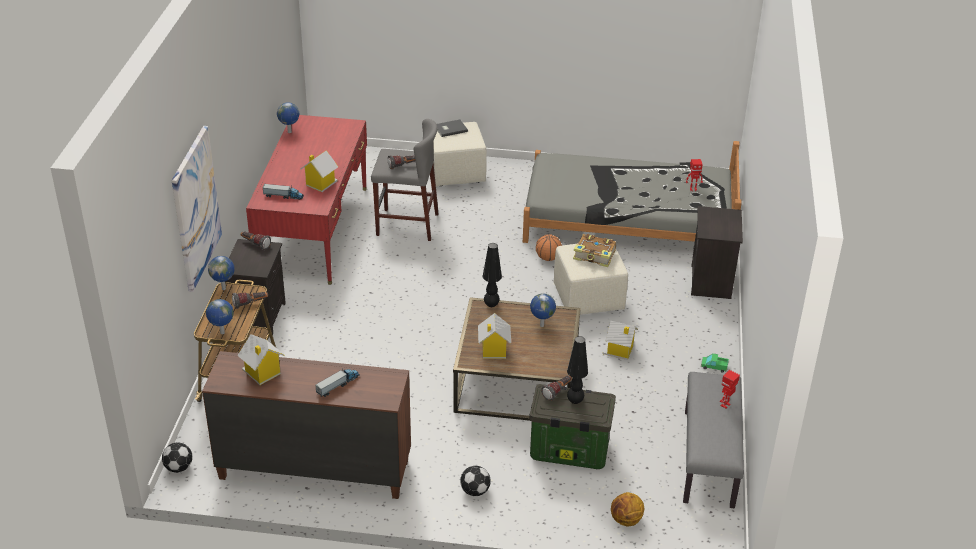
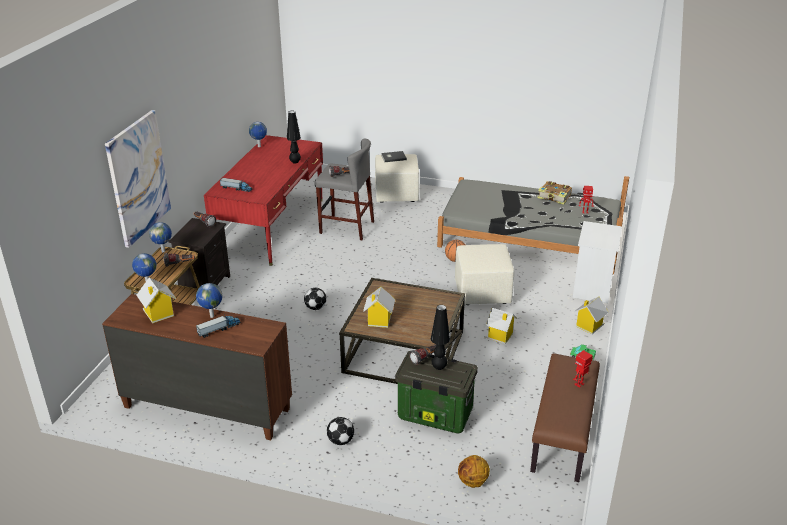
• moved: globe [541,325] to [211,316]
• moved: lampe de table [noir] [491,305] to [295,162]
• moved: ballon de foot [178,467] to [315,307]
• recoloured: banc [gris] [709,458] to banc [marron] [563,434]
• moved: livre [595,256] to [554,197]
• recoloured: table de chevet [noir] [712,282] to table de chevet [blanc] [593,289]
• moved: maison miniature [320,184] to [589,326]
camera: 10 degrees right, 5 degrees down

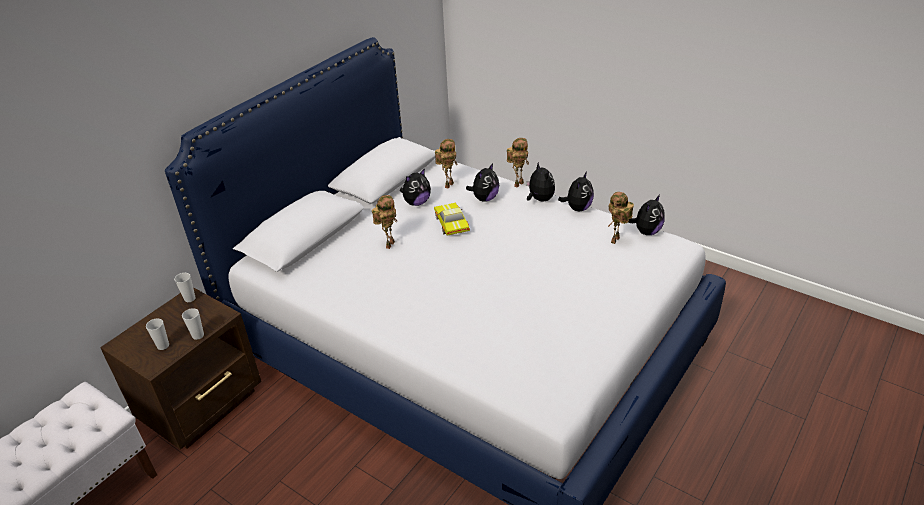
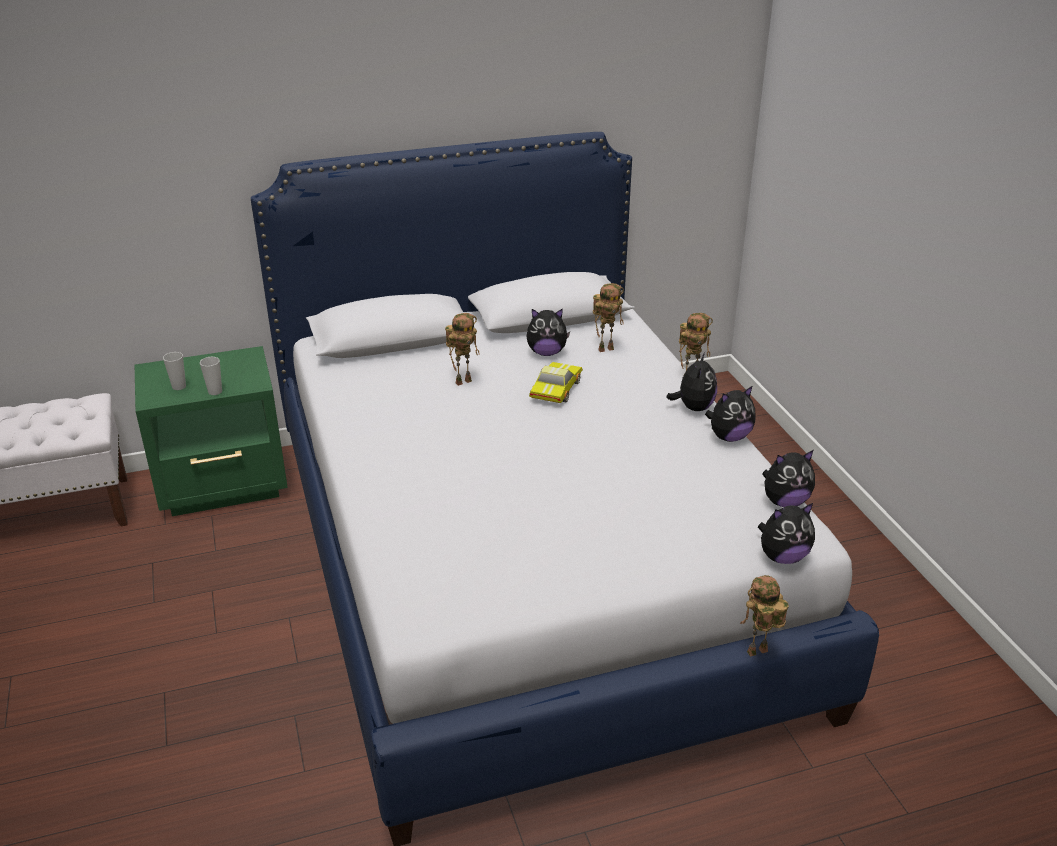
• recoloured: table de chevet [marron] [204,405] to table de chevet [vert] [225,486]
• moved: robot jouet [616,241] to [757,654]
• moved: peluche [484,198] to [782,557]
• removed: tasse [190,299]
camera: 35 degrees right, 5 degrees down

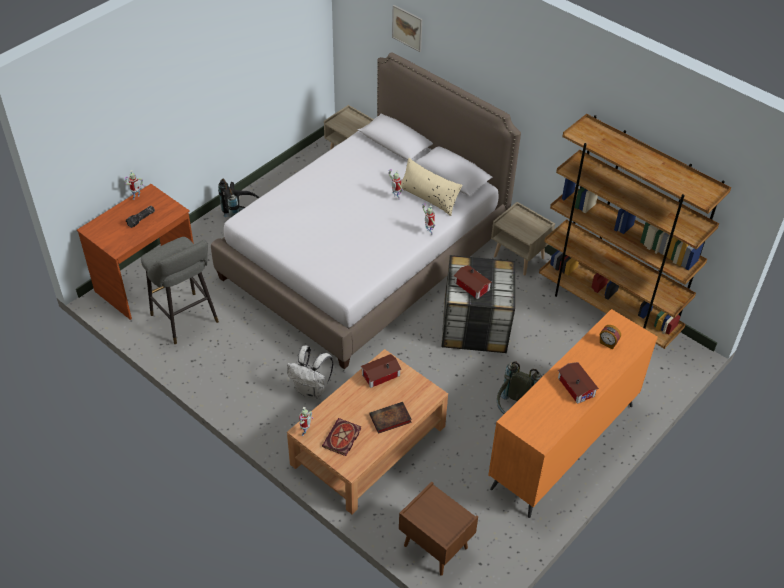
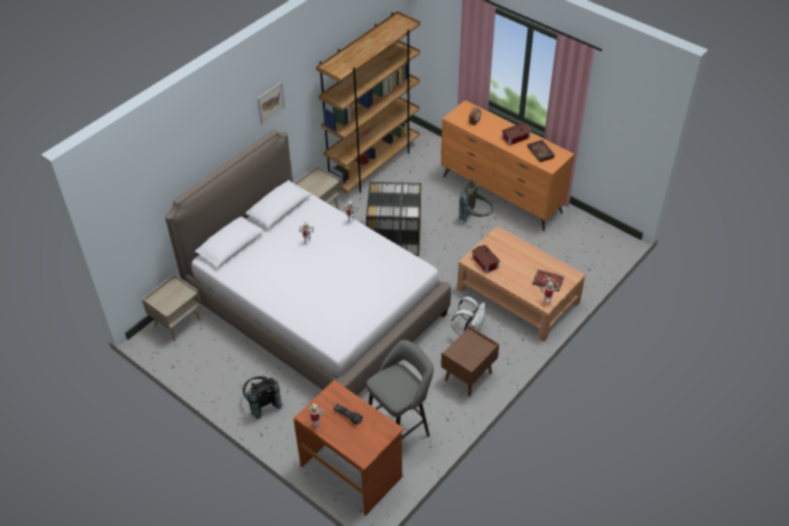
• moved: tableau [407,28] to [270,103]
• moved: table de chevet [marron] [434,547] to [468,377]
• moved: livre [389,419] to [541,153]
• removed: coussin [beige] [429,197]
• removed: maison miniature [472,287]
camera: 90 degrees left, 0 degrees up

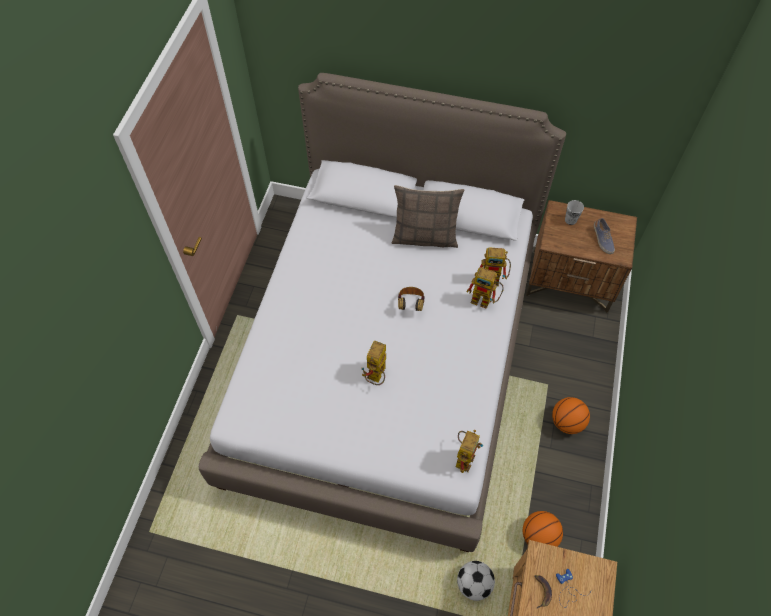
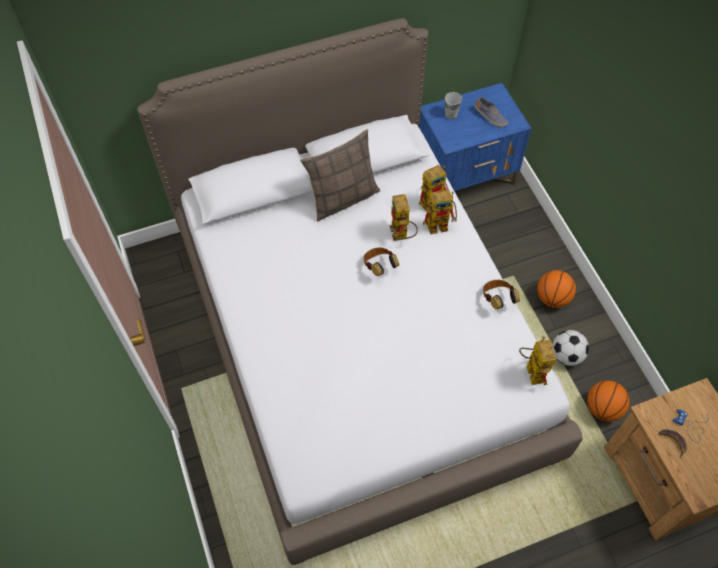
• moved: robot jouet [376,377] to [401,236]
• recoloured: table de chevet [marron] [570,281] to table de chevet [bleu] [464,175]
• added: casque audio [497,299]
• moved: ballon de foot [474,584] to [566,355]
camera: 35 degrees left, 0 degrees up

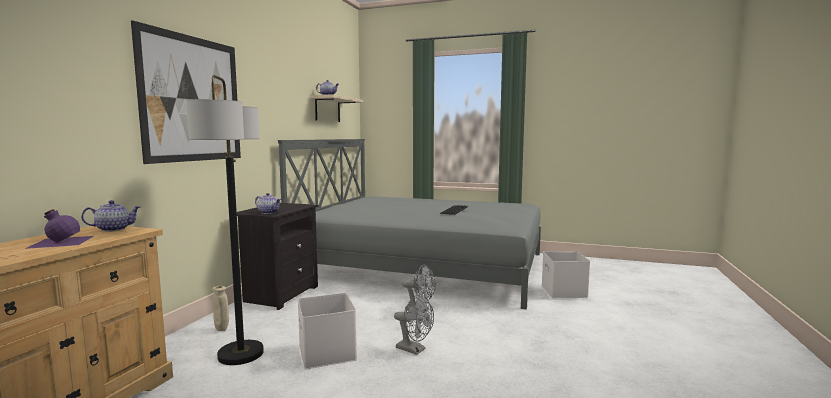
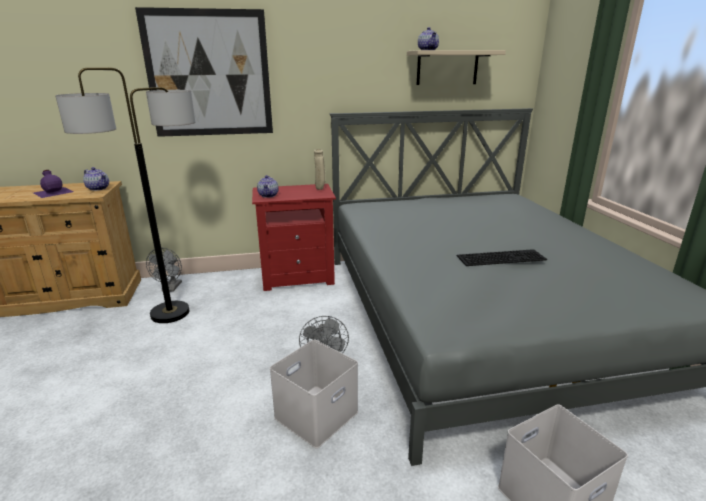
• moved: ventilateur [gris] [414,349] to [170,288]
• recoloured: table de chevet [noir] [280,294] to table de chevet [rouge] [298,277]
• moved: boîte de rangement [blanc] [328,353] to [316,416]
• moved: vase [beige] [222,329] to [320,189]
camera: 60 degrees right, 15 degrees up

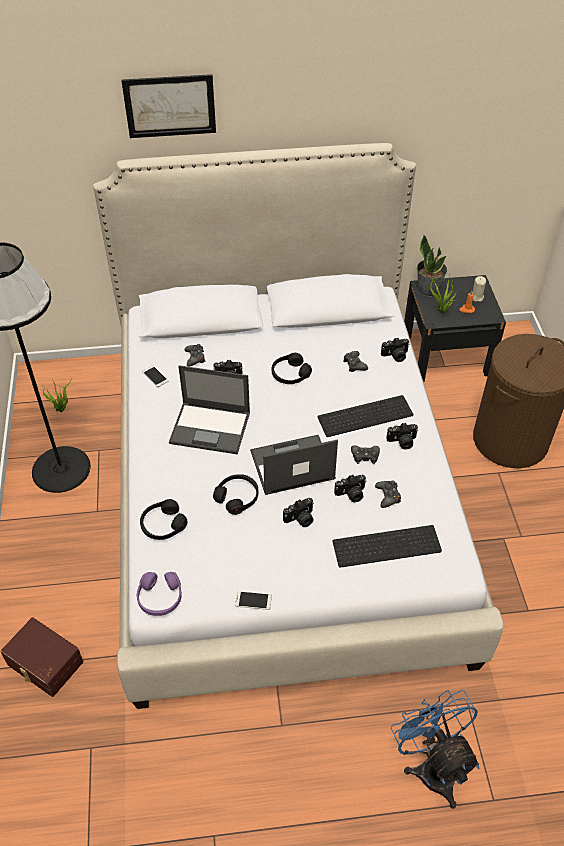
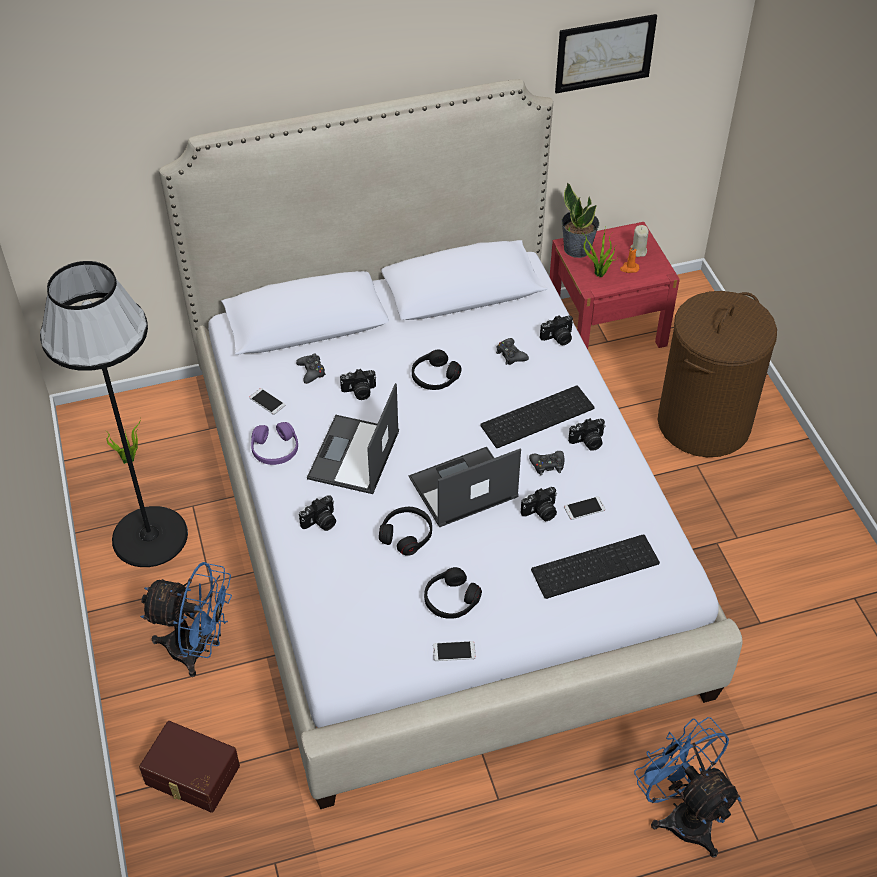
• added: ventilateur [bleu] [197,649]
• moved: casque audio [violet] [160,597] to [275,450]
• moved: appareil photo [300,519] to [321,522]
• turned: ordinateur portable [211,428] = [354,456] 105 degrees clockwise
• moved: casque audio [noir] [163,525] to [451,600]
• recoloured: table de chevet [noir] [446,354] to table de chevet [rouge] [606,326]
• moved: tableau [170,106] to [604,53]
• replaced: manette [noir] [388,496] to téléphone [584,508]
camera: 10 degrees left, 0 degrees up

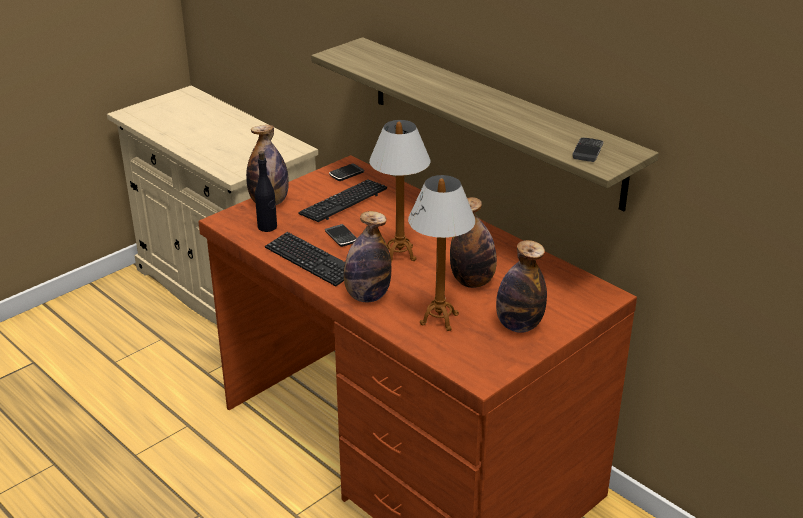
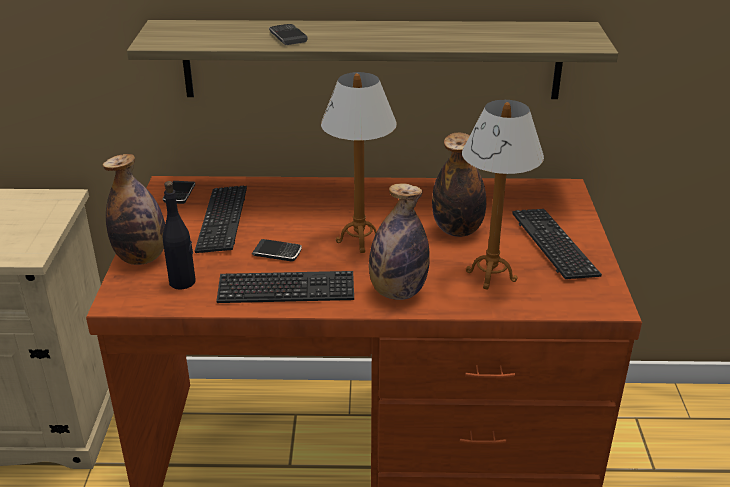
• moved: téléphone [587,152] to [288,37]
• replaced: bouteille [518,325] to clavier [554,245]
camera: 45 degrees left, 0 degrees up

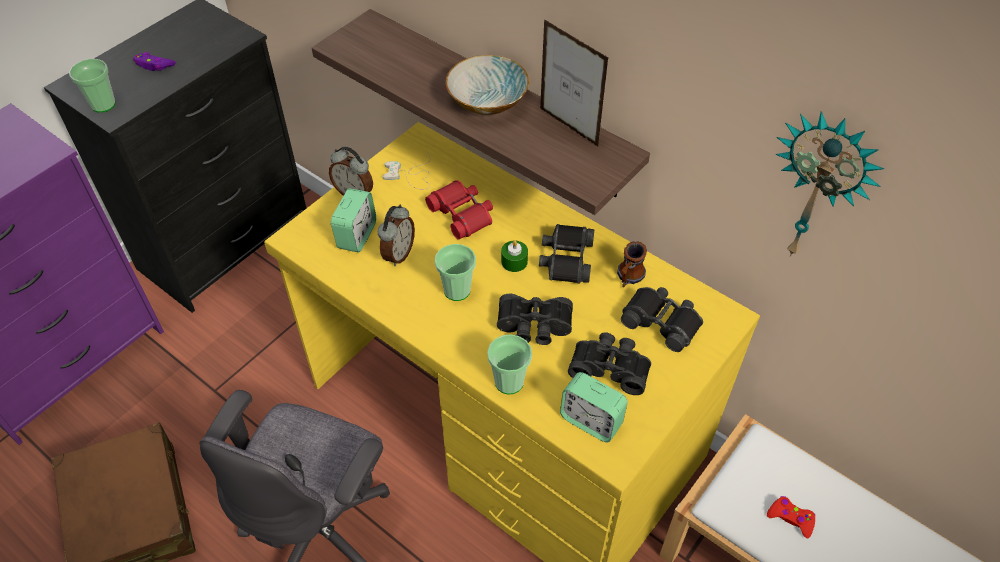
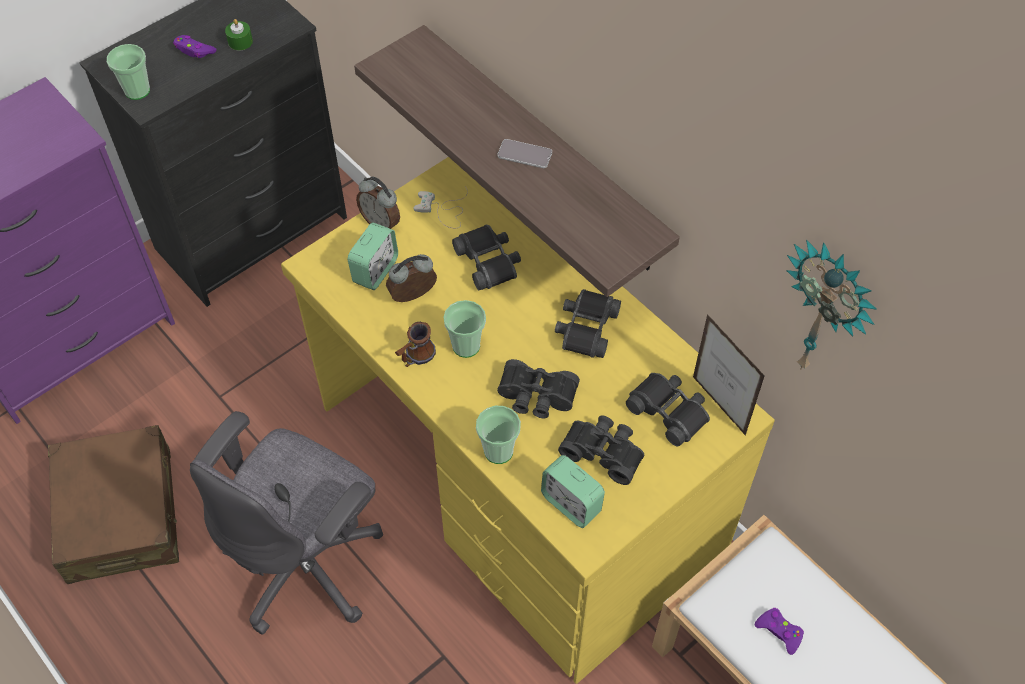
• moved: bougie [vert] [514,261] to [240,41]
• turned: réveil [398,254] = [413,297] 150 degrees counterclockwise
• moved: mug [627,279] to [415,358]
• recoloured: jumelles [rouge] [462,214] to jumelles [noir] [488,262]
• replaced: bol [488,102] to téléphone [524,154]
• moved: cadre photo [568,127] to [718,406]
• recoloured: manette [rouge] [790,518] to manette [violet] [779,631]
camera: 10 degrees right, 5 degrees up

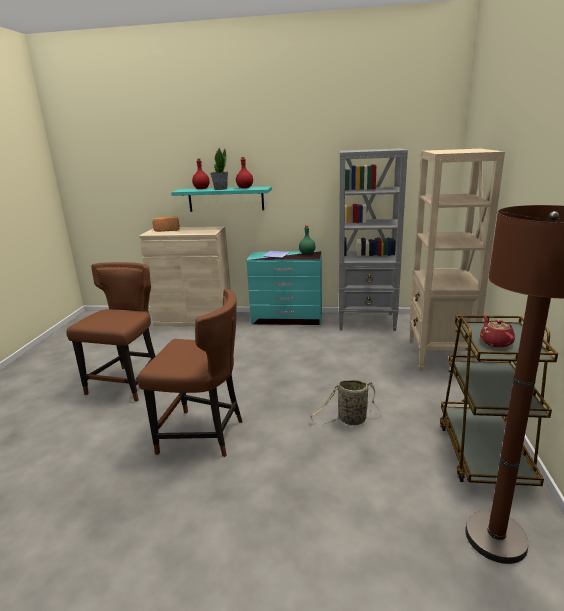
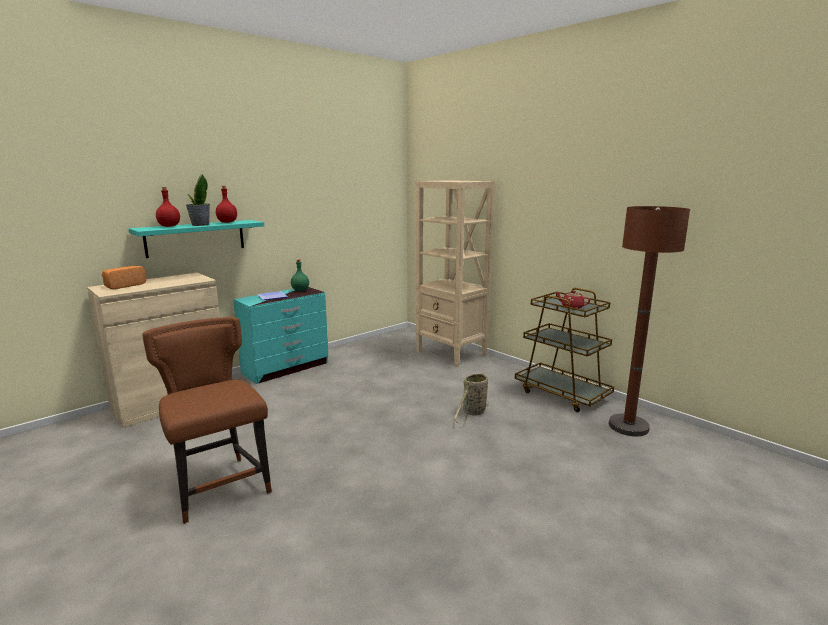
• removed: chaise [marron] [203,435]
• removed: bibliothèque [gris] [367,322]
camera: 50 degrees left, 5 degrees down

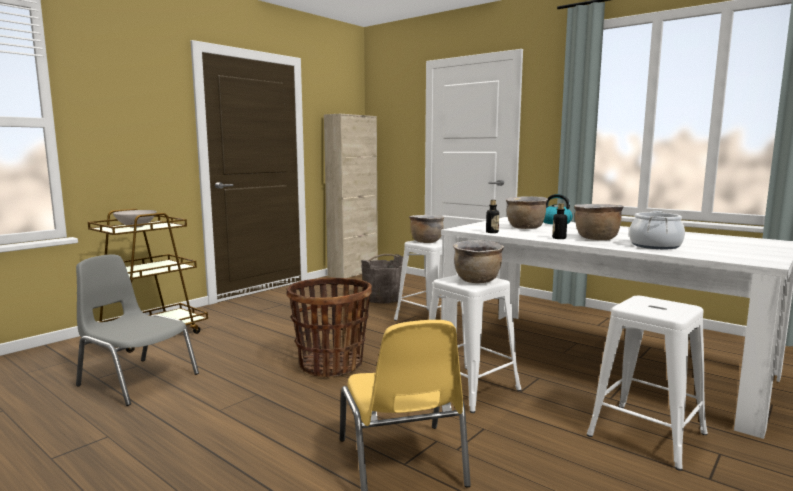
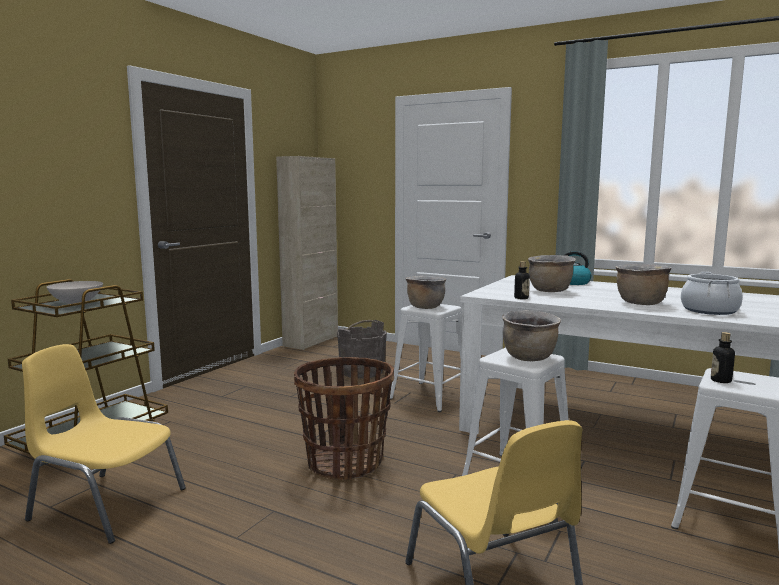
• recoloured: chaise [gris] [137,380] to chaise [jaune] [106,504]
• moved: bouteille [559,238] to [721,380]
camera: 10 degrees left, 0 degrees up

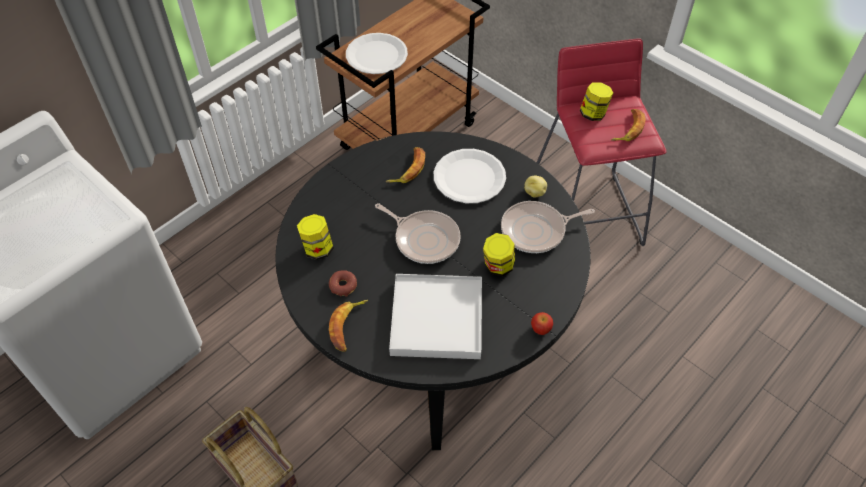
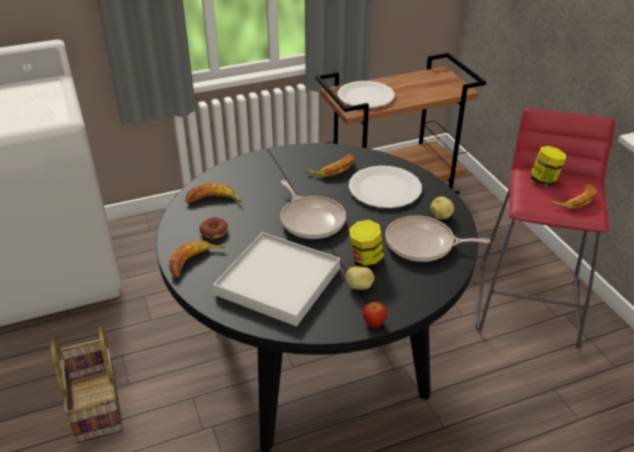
• replaced: bocal [317,249] to banane [213,200]
• added: pomme de terre [359,286]
camera: 25 degrees right, 15 degrees down

